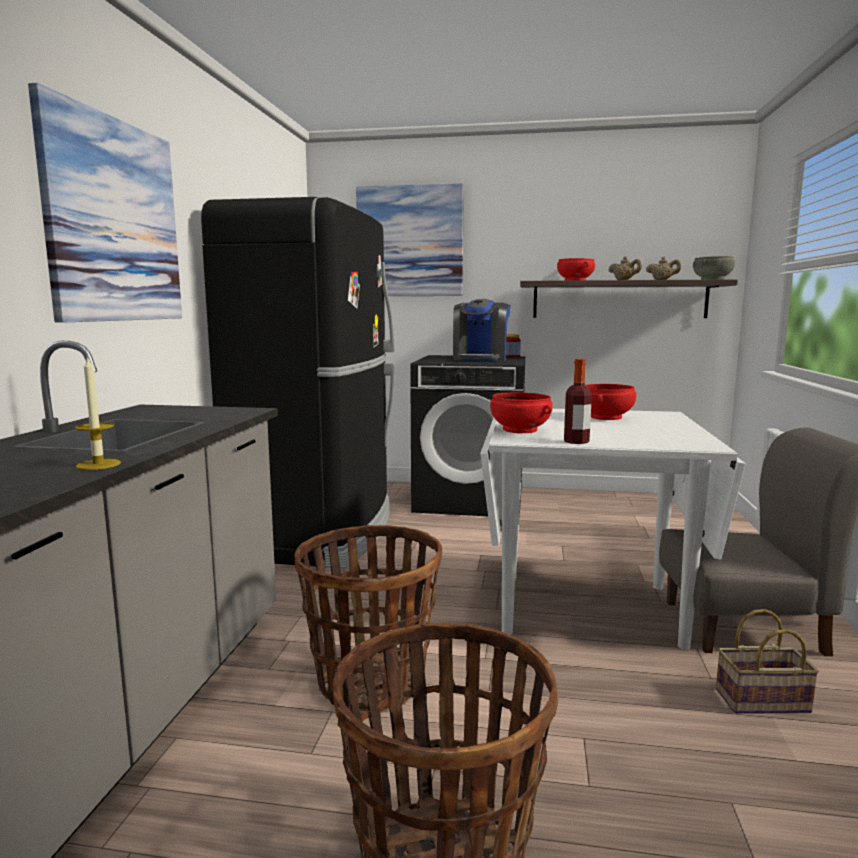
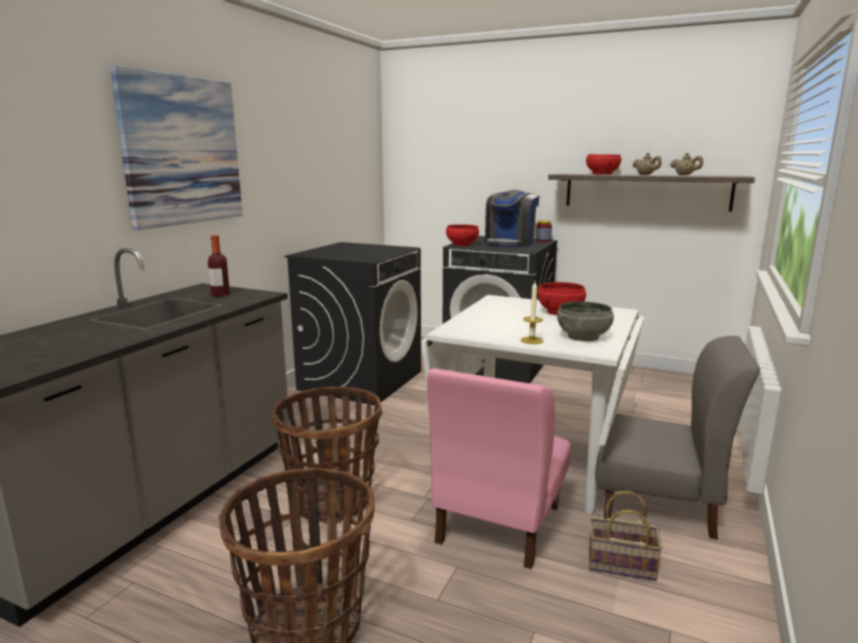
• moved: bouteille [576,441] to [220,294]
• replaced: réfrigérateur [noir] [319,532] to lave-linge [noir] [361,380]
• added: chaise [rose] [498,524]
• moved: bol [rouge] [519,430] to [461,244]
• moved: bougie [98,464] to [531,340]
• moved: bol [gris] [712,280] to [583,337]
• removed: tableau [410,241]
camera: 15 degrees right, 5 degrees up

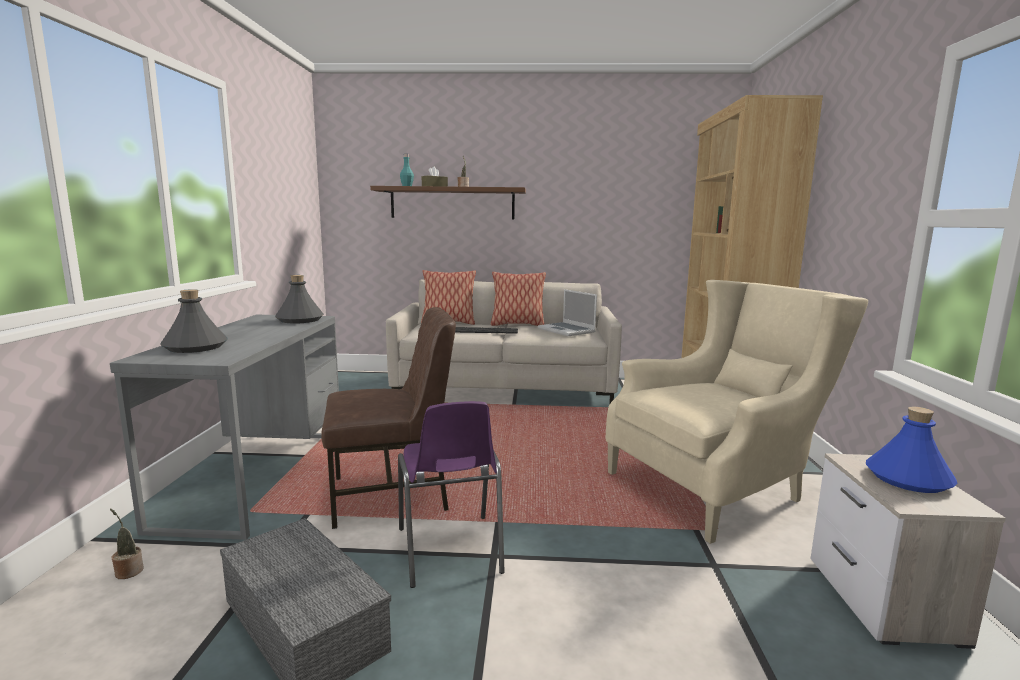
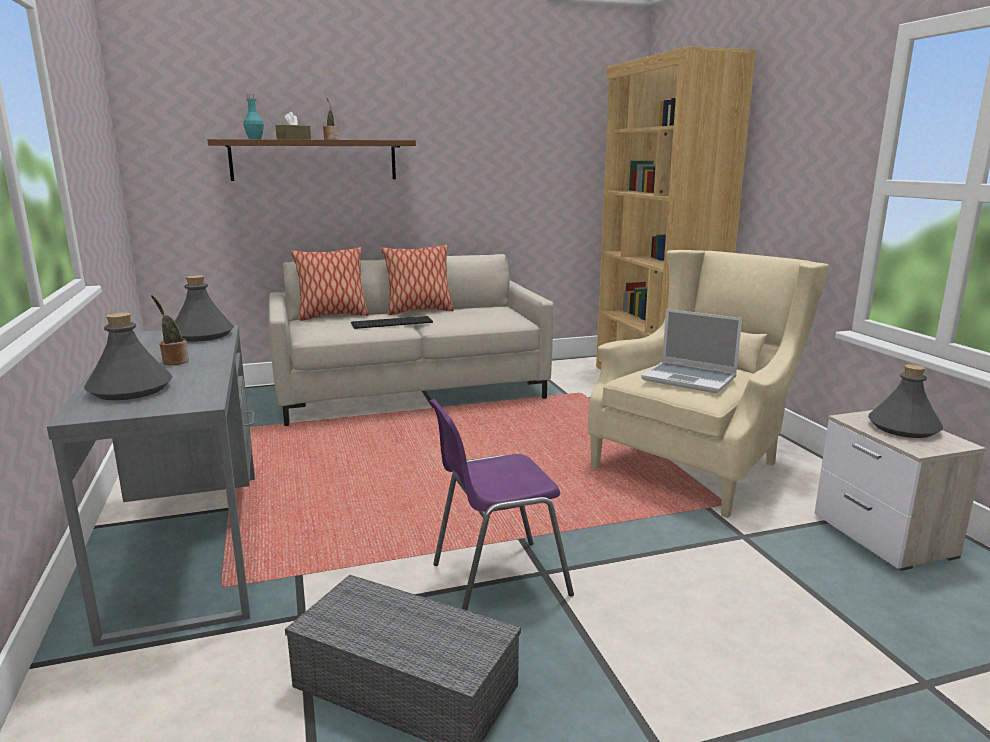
• moved: plante en pot [128,571] to [174,361]
• turned: chaise [violet] [449,552] = [496,579] 105 degrees clockwise
• moved: ordinateur portable [567,330] to [690,379]
• recoloured: bouteille [bleu] [908,479] to bouteille [gris] [903,428]
• removed: chaise [marron] [392,495]
camera: 20 degrees left, 5 degrees up

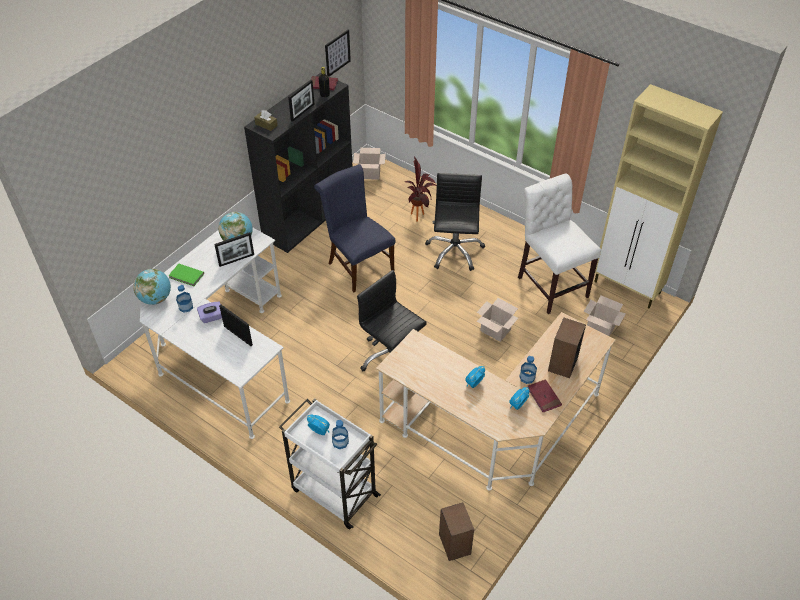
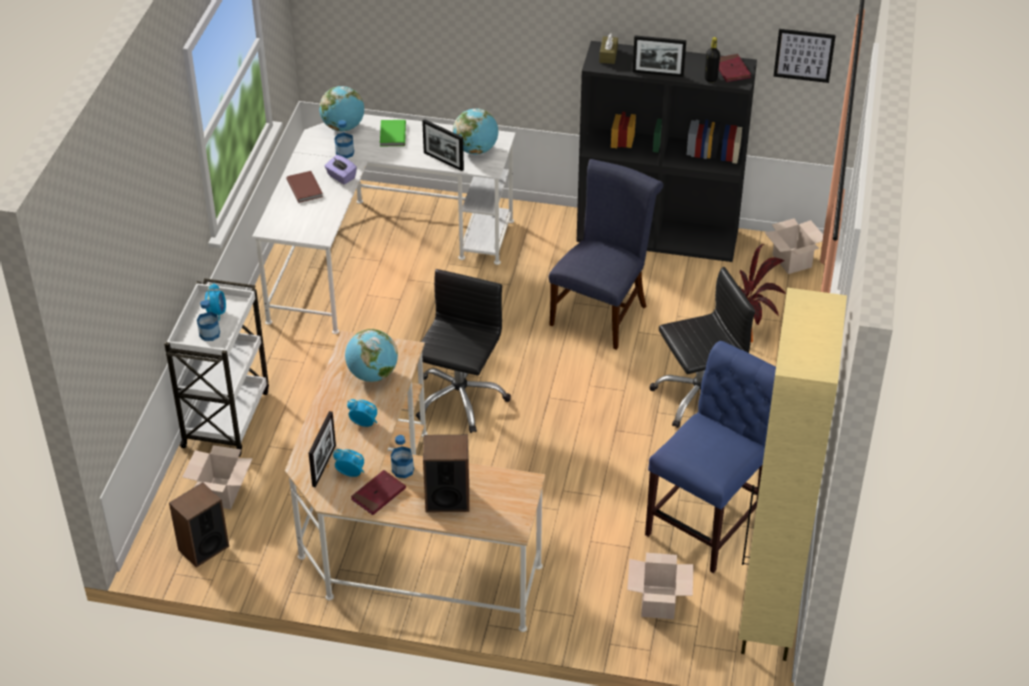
• moved: carton [494,330] to [221,492]
• added: livre [marron] [305,187]
• moved: cadre photo [238,335] to [324,465]
• added: globe [372,375]
• recoloured: chaise [blanc] [550,284] to chaise [bleu] [709,521]
camera: 65 degrees right, 5 degrees down

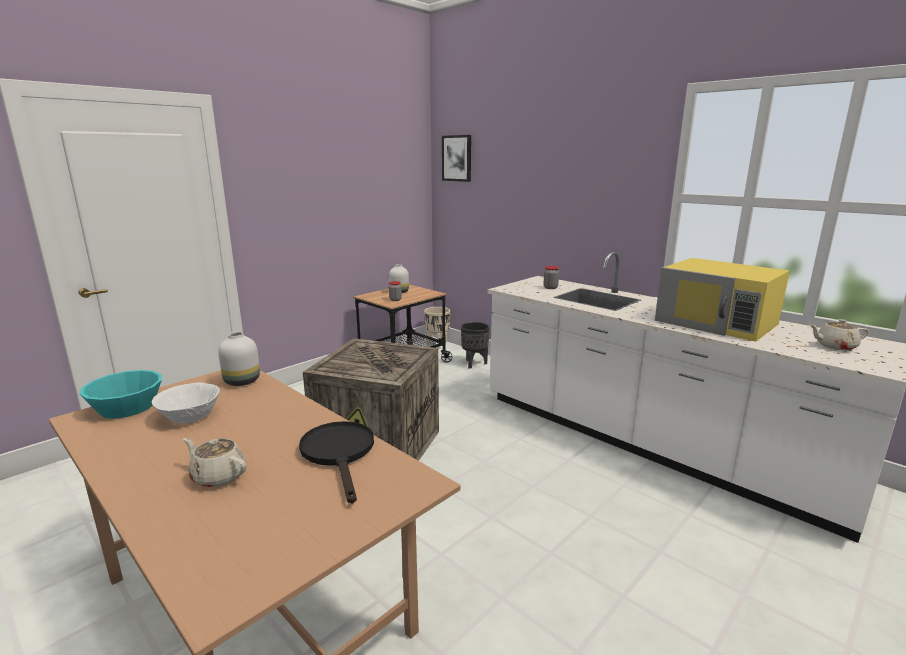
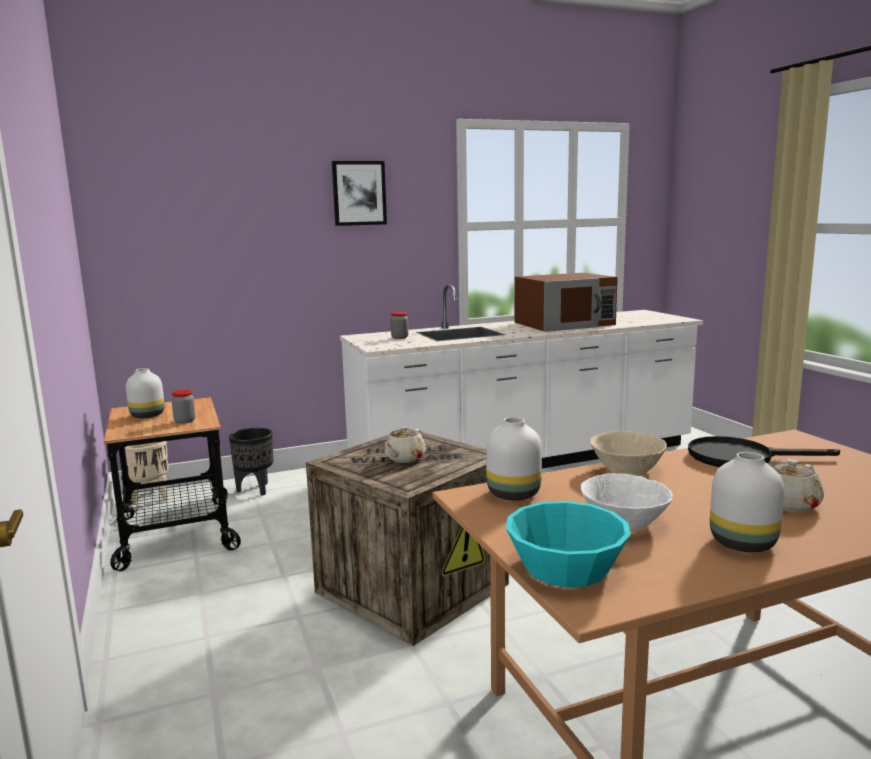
• moved: tableau [457,158] to [359,193]
• moved: théière [beige] [834,346] to [404,458]
• recoloured: micro-ondes [jaune] [717,322] to micro-ondes [marron] [565,323]
• added: bol [beige] [626,470]
• added: vase [blanc] [744,543]
camera: 65 degrees left, 5 degrees down

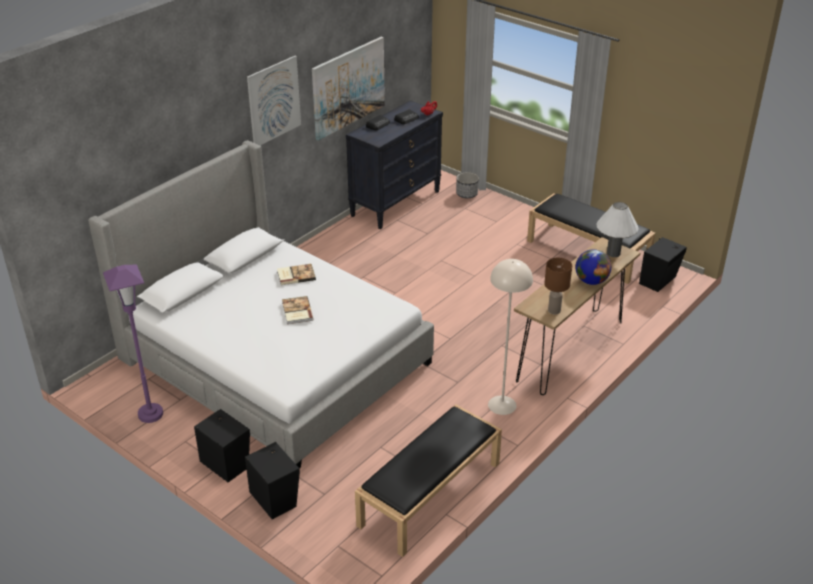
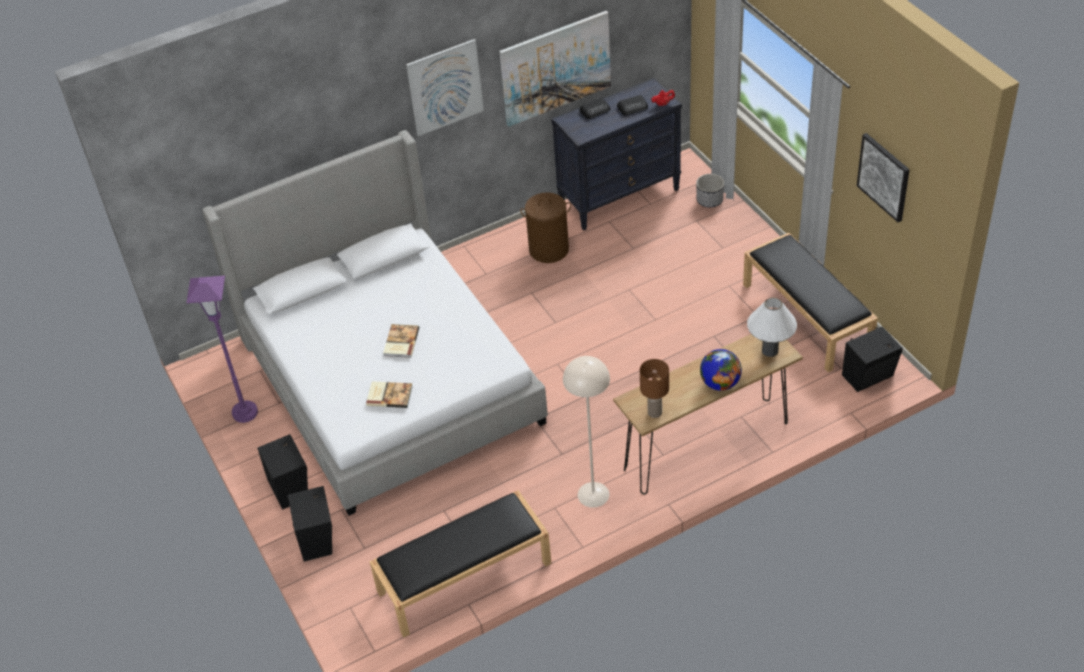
• moved: livre [295,275] to [389,395]
• added: panier à linge [marron] [549,249]
• added: tableau [884,177]
camera: 25 degrees right, 10 degrees up

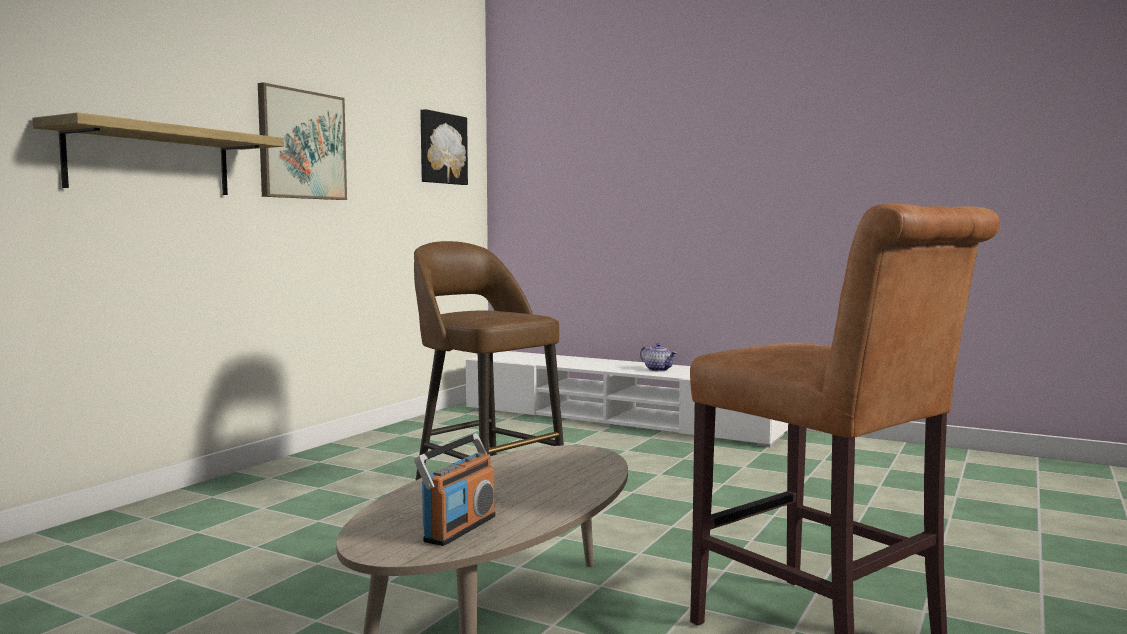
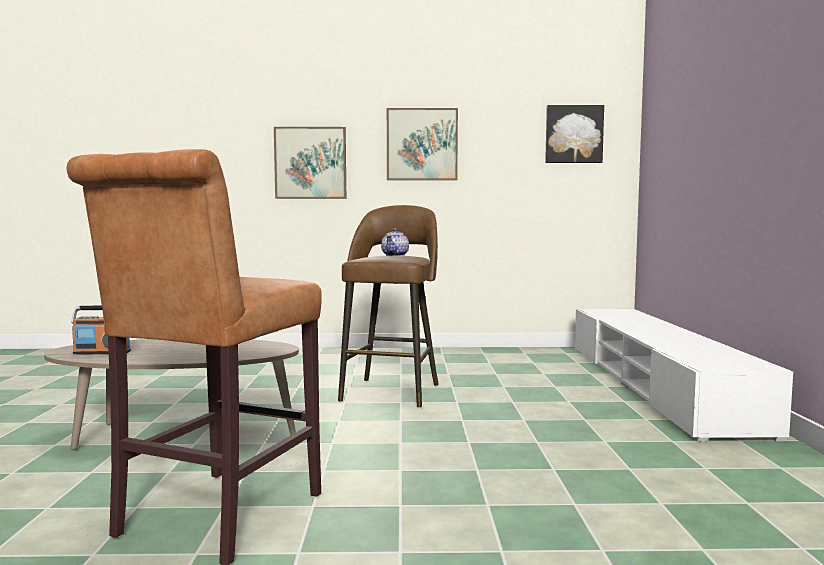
• replaced: étagère [150,161] to tableau [310,163]
• moved: théière [658,370] to [395,255]
camera: 60 degrees right, 0 degrees up

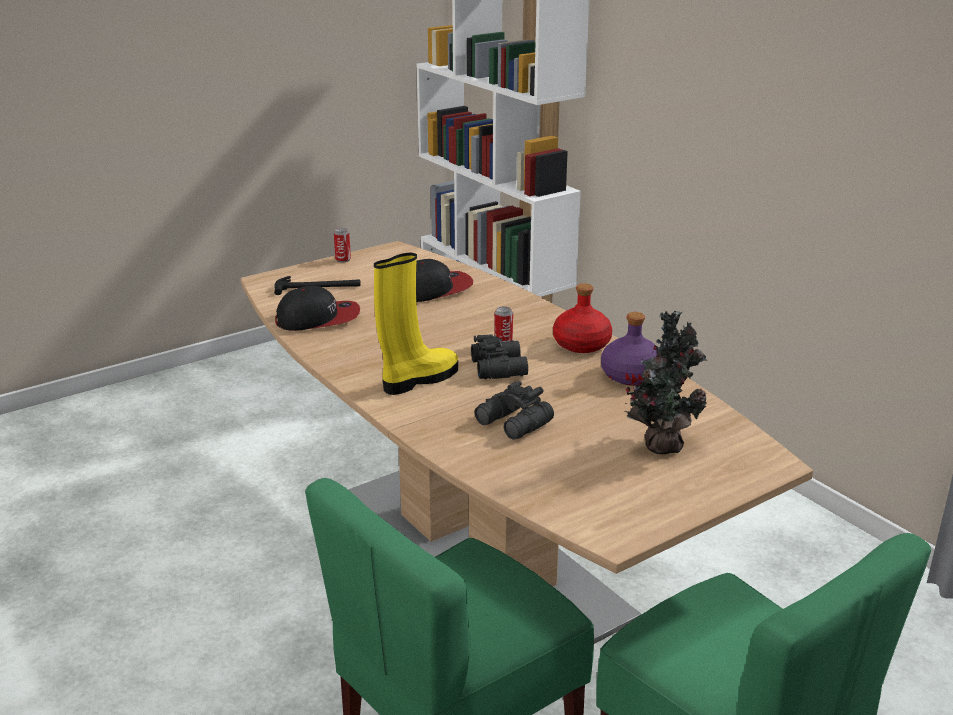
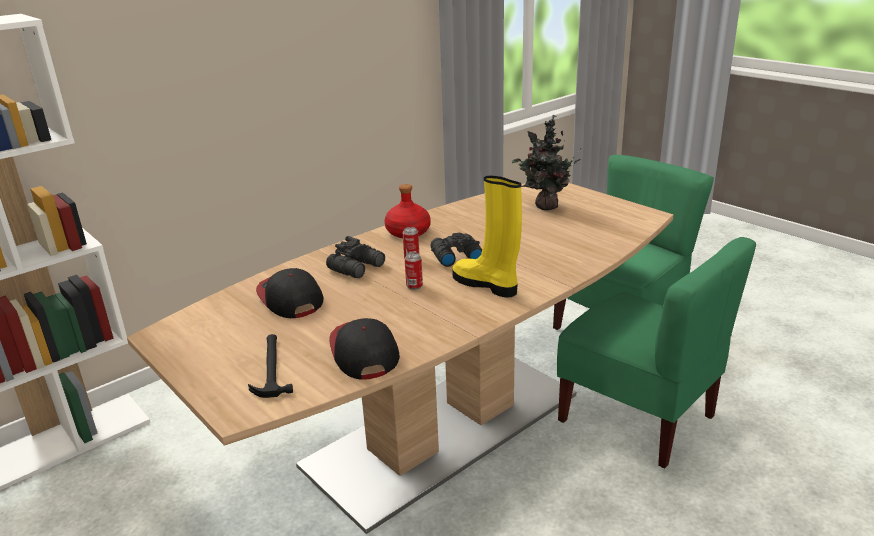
• moved: jumelles [noir] [513,424] to [358,267]
• moved: boîte métallique [343,260] to [414,286]
• removed: bouteille [violet] [631,375]
camera: 95 degrees left, 0 degrees up

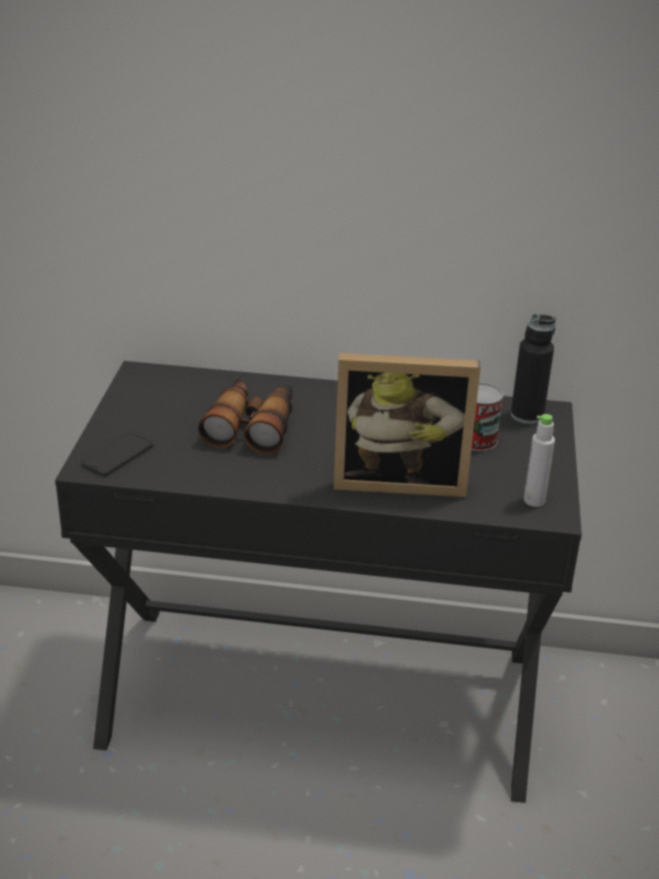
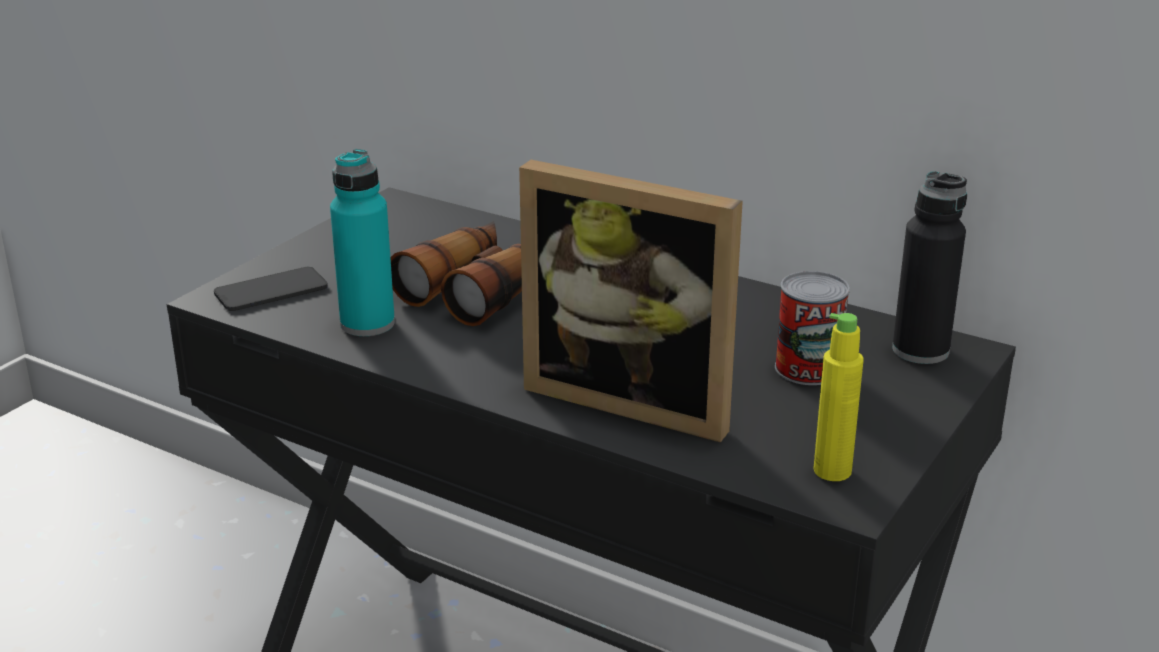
• added: bouteille [turquoise] [367,324]
• recoloured: bouteille [gris] [534,500] to bouteille [jaune] [832,471]
camera: 25 degrees right, 5 degrees down

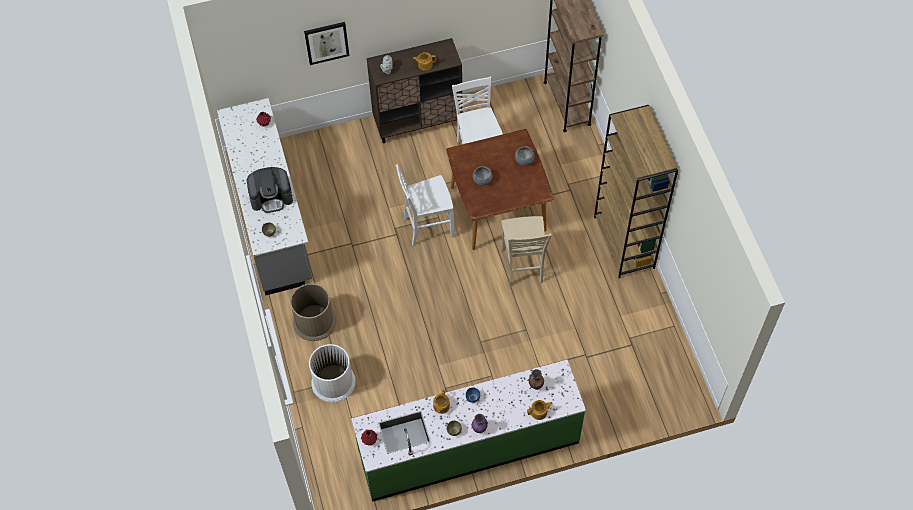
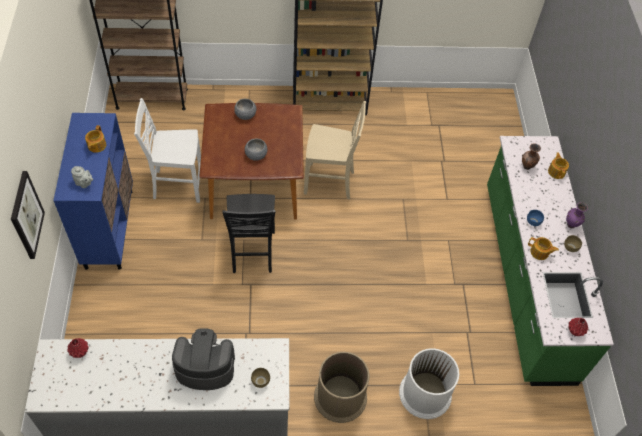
• recoloured: meuble de rangement [marron] [418,122] to meuble de rangement [bleu] [109,228]
• turned: machine à café [271,197] = [204,367] 90 degrees counterclockwise
• recoloured: chaise [blanc] [427,226] to chaise [noir] [252,253]
camera: 80 degrees left, 5 degrees down

